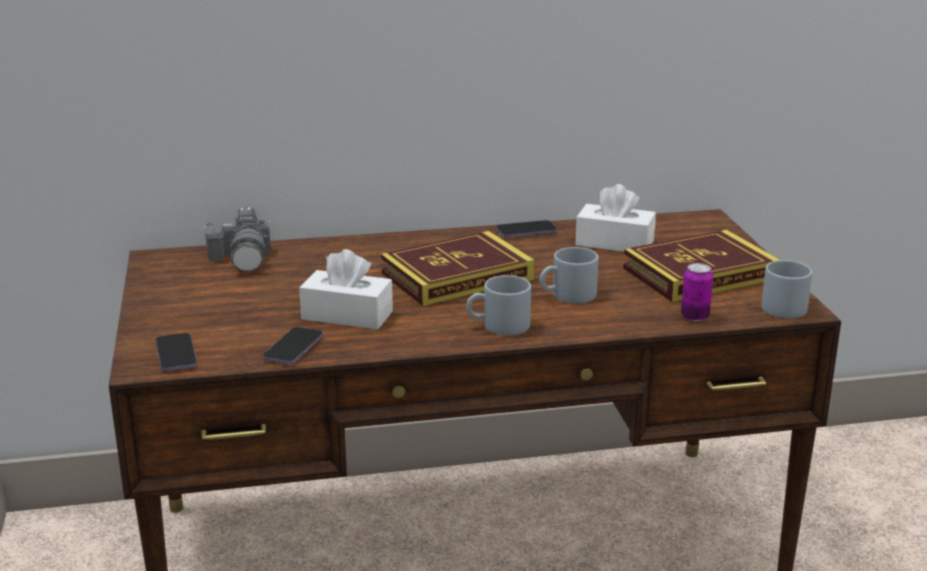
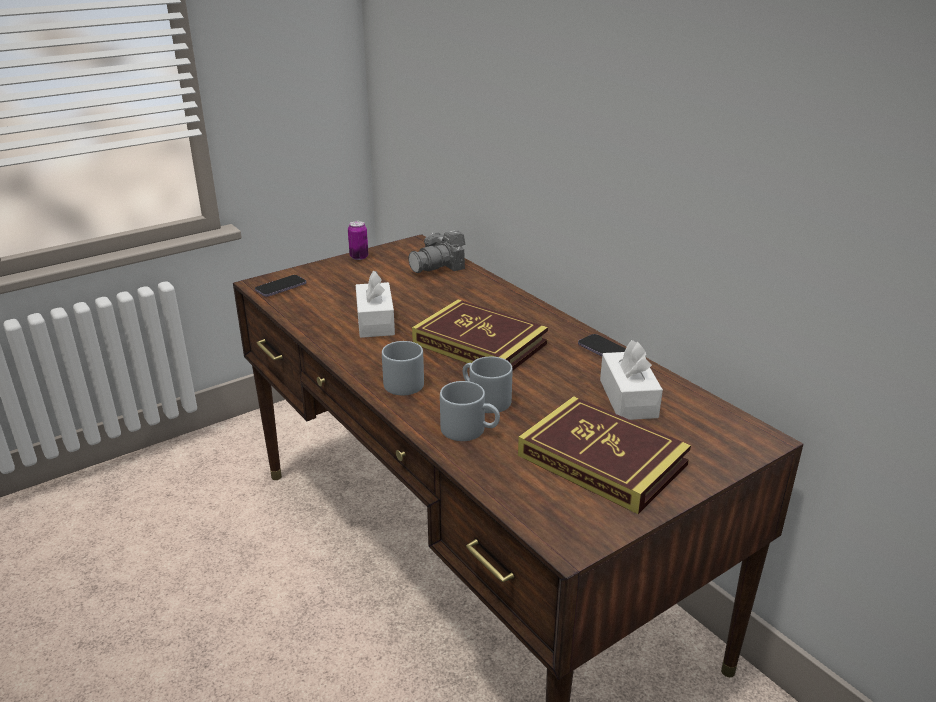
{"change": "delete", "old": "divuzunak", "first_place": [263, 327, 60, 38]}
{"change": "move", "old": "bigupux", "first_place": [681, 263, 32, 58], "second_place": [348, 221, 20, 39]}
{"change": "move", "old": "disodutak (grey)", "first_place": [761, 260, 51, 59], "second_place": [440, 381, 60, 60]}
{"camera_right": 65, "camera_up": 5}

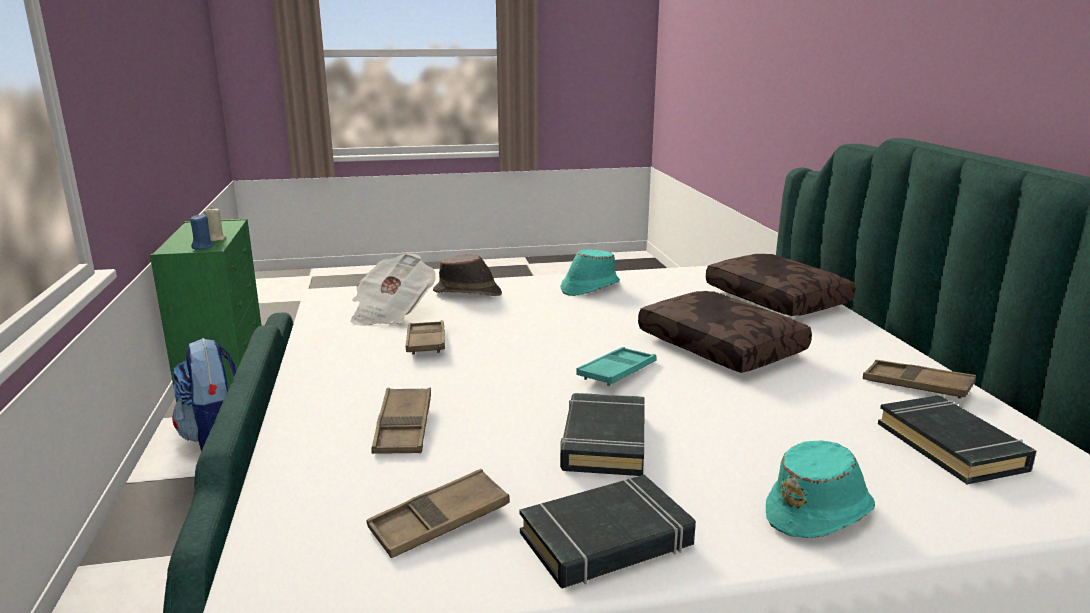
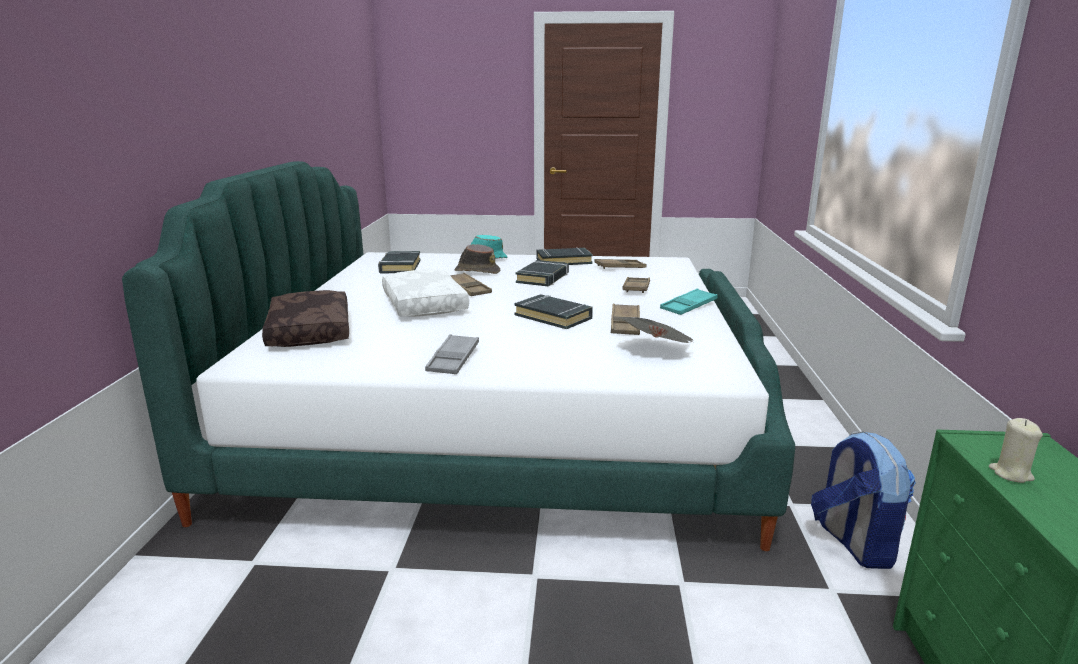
{"change": "delete", "old": "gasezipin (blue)", "first_place": [190, 215, 23, 34]}
{"change": "move", "old": "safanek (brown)", "first_place": [433, 254, 69, 42], "second_place": [454, 244, 46, 30]}
{"change": "replace", "old": "safanek (turquoise)", "new": "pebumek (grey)", "first_place": [560, 250, 60, 46], "second_place": [425, 334, 54, 40]}
{"change": "move", "old": "pebumek (turquoise)", "first_place": [576, 347, 80, 39], "second_place": [660, 288, 58, 27]}
{"change": "recolor", "old": "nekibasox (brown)", "new": "nekibasox (white)", "first_place": [638, 291, 174, 82], "second_place": [382, 269, 87, 48]}
{"change": "move", "old": "pebumek (brown)", "first_place": [863, 360, 113, 38], "second_place": [450, 273, 42, 23]}
{"change": "insert", "new": "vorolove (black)", "second_place": [514, 294, 79, 35]}
{"camera_right": -165, "camera_up": 0}

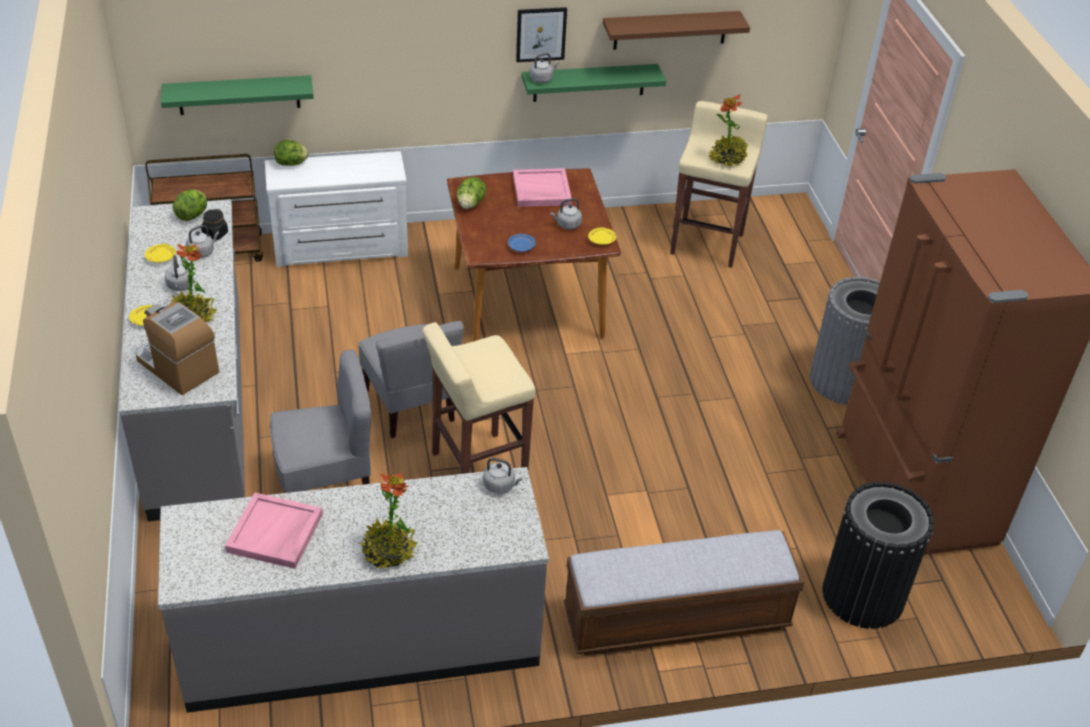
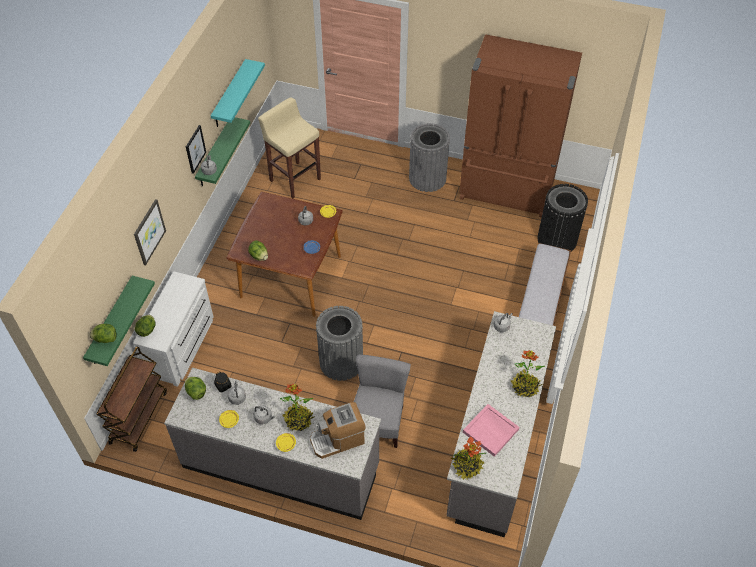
{"change": "replace", "old": "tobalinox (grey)", "new": "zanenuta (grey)", "first_place": [358, 321, 106, 117], "second_place": [316, 306, 47, 75]}
{"change": "delete", "old": "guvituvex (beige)", "first_place": [422, 322, 114, 152]}
{"change": "delete", "old": "pebumek (pink)", "first_place": [513, 168, 59, 39]}
{"change": "recolor", "old": "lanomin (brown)", "new": "lanomin (turquoise)", "first_place": [603, 11, 147, 39], "second_place": [211, 59, 54, 68]}
{"change": "move", "old": "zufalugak", "first_place": [709, 94, 39, 73], "second_place": [451, 436, 35, 44]}
{"change": "insert", "new": "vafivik", "second_place": [89, 324, 28, 19]}
{"change": "insert", "new": "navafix", "second_place": [134, 199, 32, 66]}
{"camera_right": -60, "camera_up": 10}

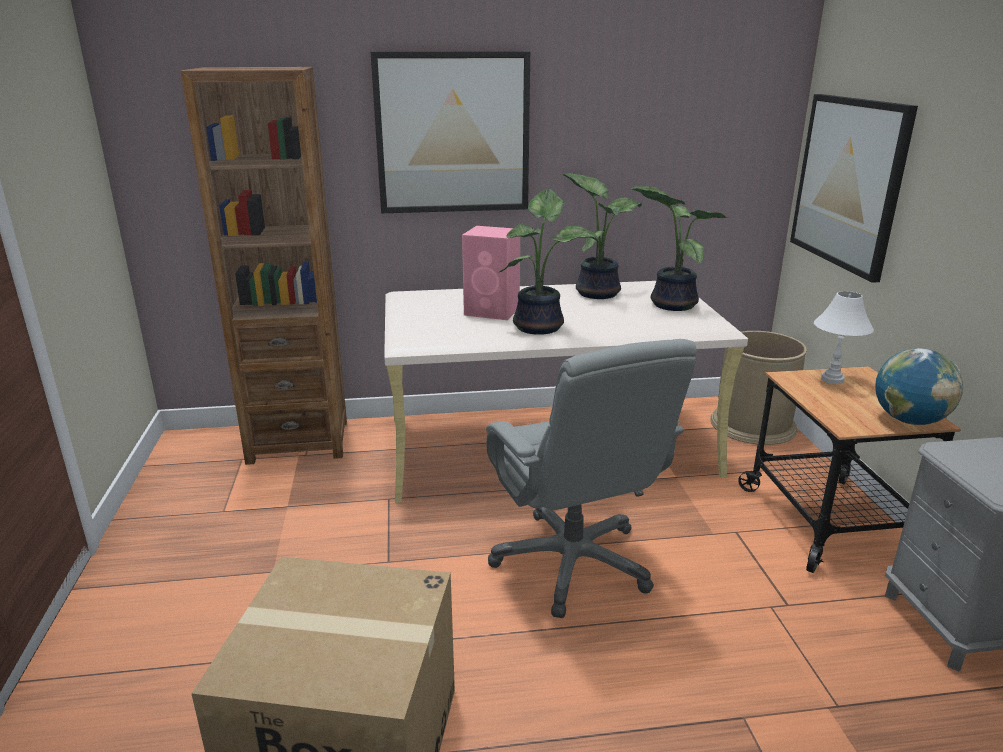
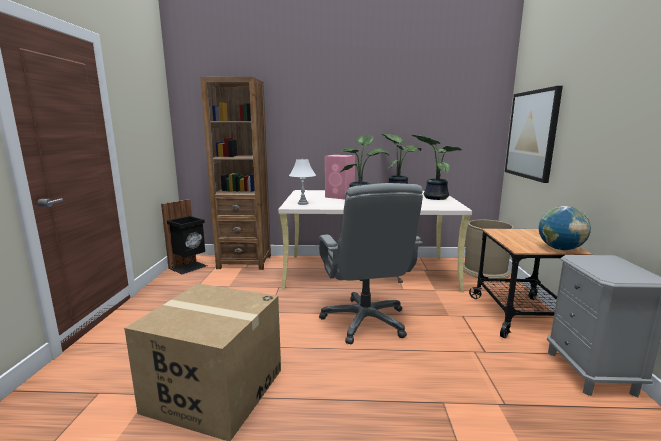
{"change": "delete", "old": "navafix", "first_place": [371, 51, 159, 162]}
{"change": "move", "old": "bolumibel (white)", "first_place": [814, 291, 60, 93], "second_place": [289, 159, 27, 46]}
{"change": "insert", "new": "zanenuta (black)", "second_place": [161, 199, 46, 75]}
{"camera_right": 10, "camera_up": -10}

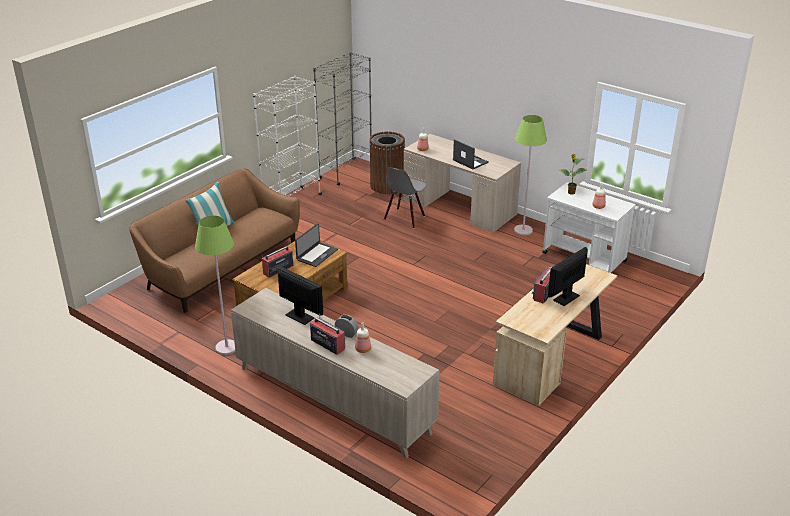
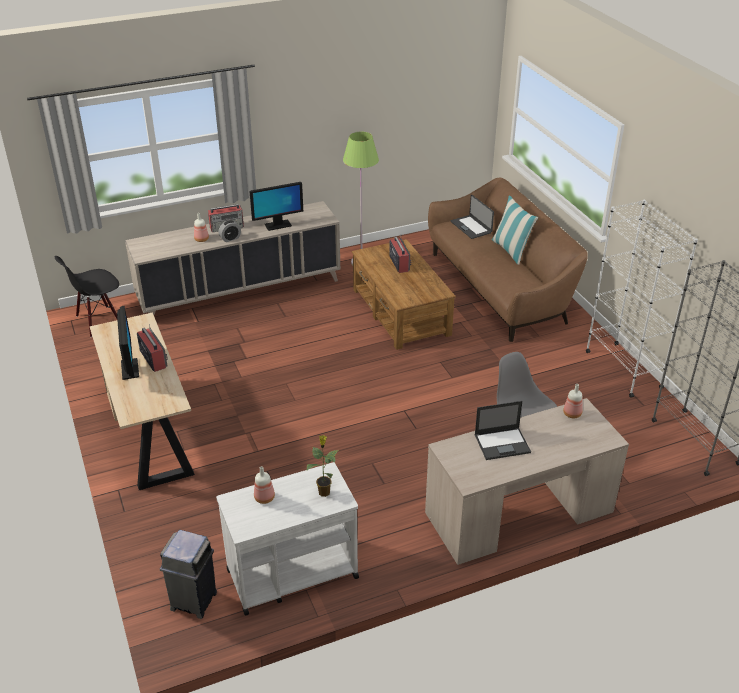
{"change": "move", "old": "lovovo", "first_place": [295, 223, 43, 44], "second_place": [450, 195, 44, 44]}
{"change": "delete", "old": "zanenuta (brown)", "first_place": [369, 132, 36, 62]}
{"change": "delete", "old": "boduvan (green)", "first_place": [514, 115, 33, 120]}
{"change": "insert", "new": "tobalinox (black)", "second_place": [55, 256, 64, 81]}
{"change": "insert", "new": "zanenuta (grey)", "second_place": [160, 530, 57, 89]}
{"camera_right": 120, "camera_up": 5}

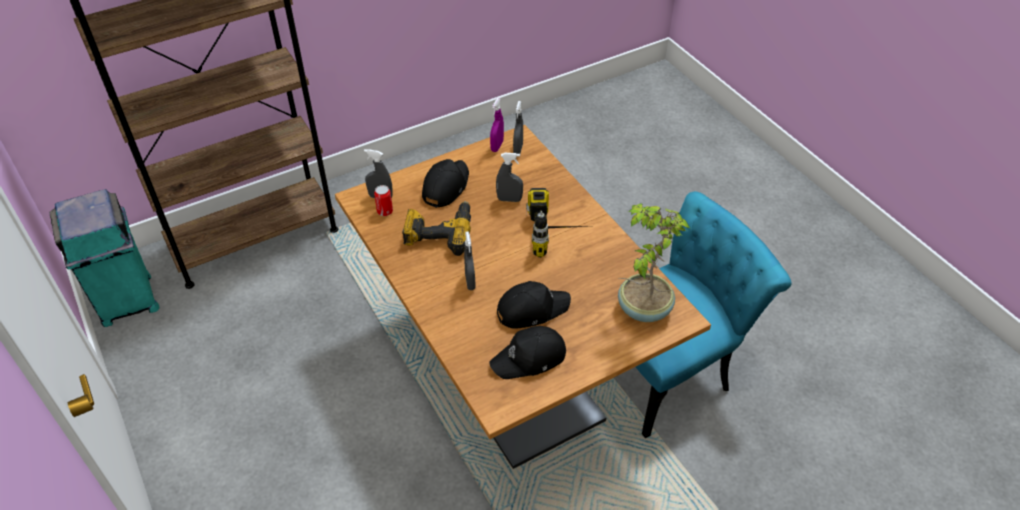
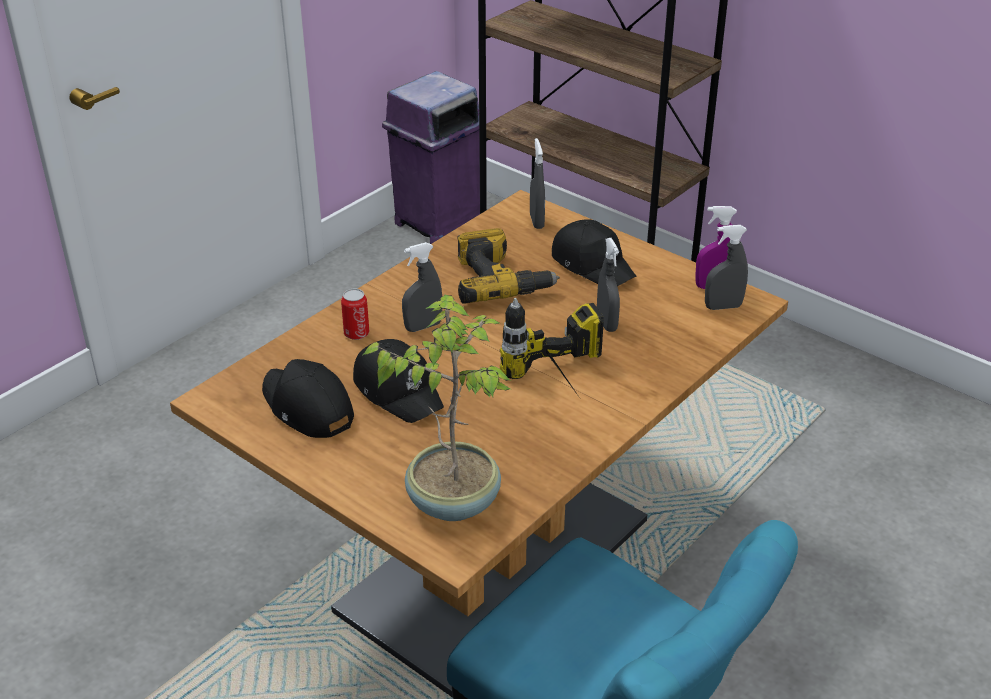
{"change": "recolor", "old": "zanenuta (turquoise)", "new": "zanenuta (purple)", "first_place": [50, 189, 110, 138], "second_place": [382, 71, 98, 173]}
{"change": "move", "old": "bigupux", "first_place": [374, 185, 19, 31], "second_place": [341, 289, 28, 51]}
{"change": "rotate", "old": "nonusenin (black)", "first_place": [422, 159, 47, 49], "second_place": [552, 219, 84, 67], "degrees": 45}
{"camera_right": 70, "camera_up": -10}

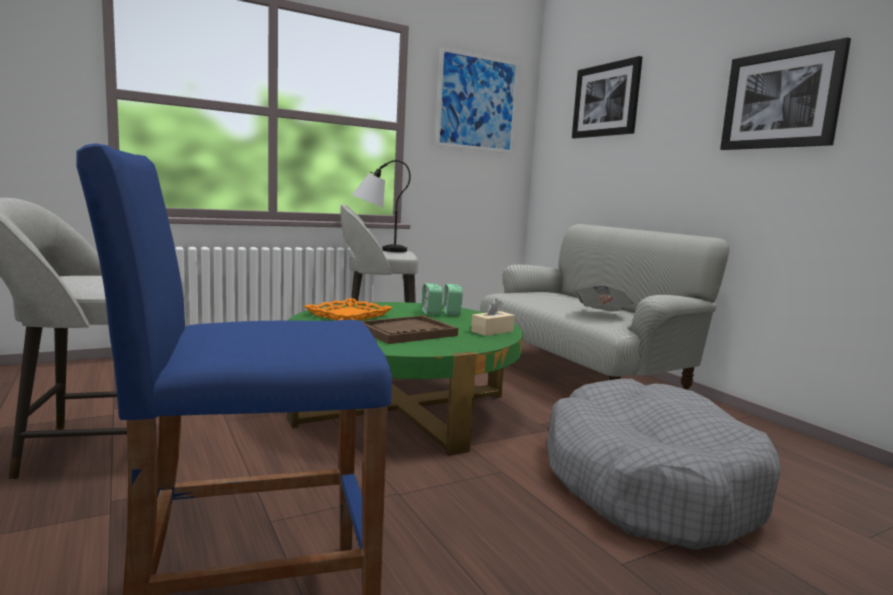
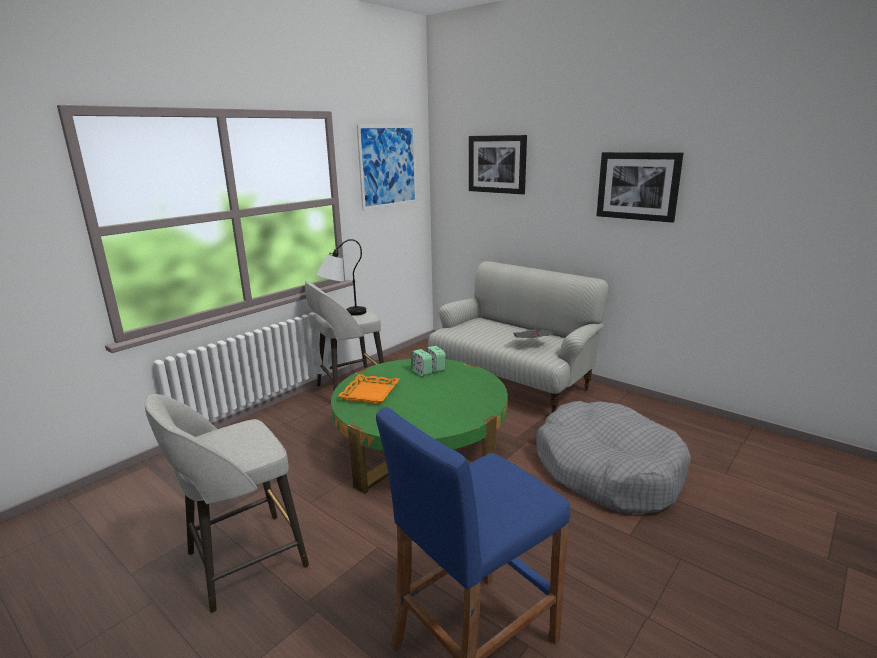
{"change": "delete", "old": "pebumek (brown)", "first_place": [361, 315, 97, 29]}
{"change": "delete", "old": "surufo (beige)", "first_place": [471, 299, 44, 37]}
{"camera_right": -20, "camera_up": 10}

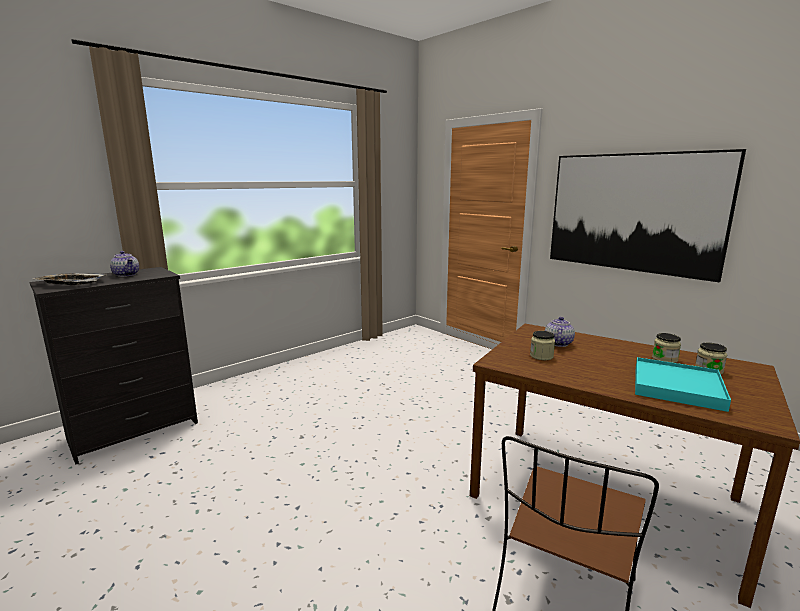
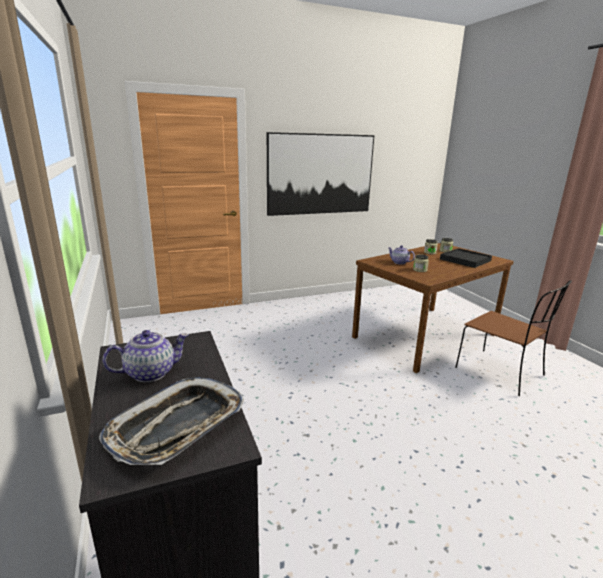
{"change": "recolor", "old": "pebumek (turquoise)", "new": "pebumek (black)", "first_place": [635, 357, 96, 55], "second_place": [440, 248, 52, 20]}
{"camera_right": -70, "camera_up": 5}

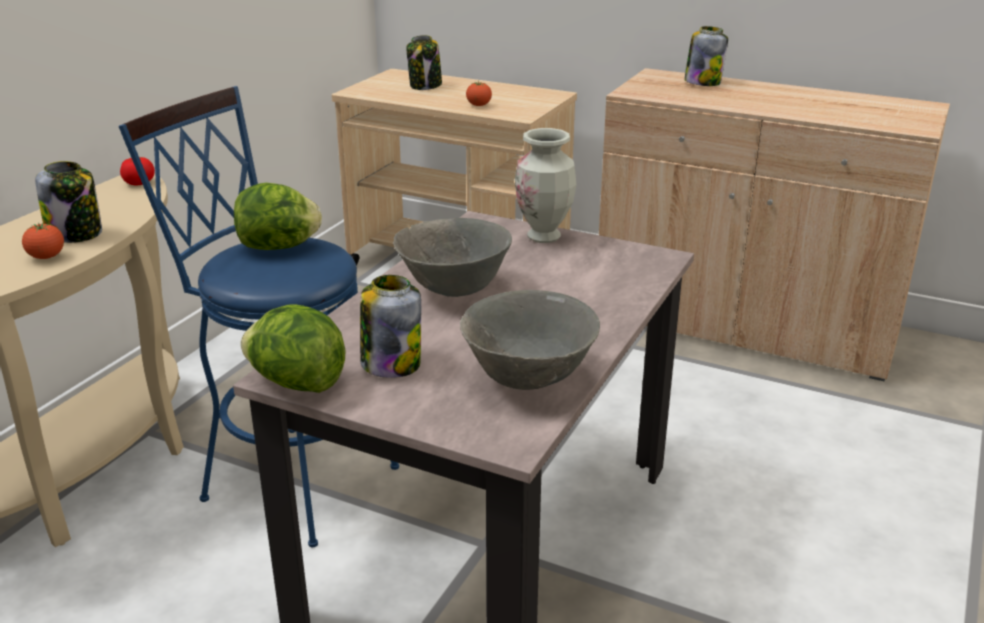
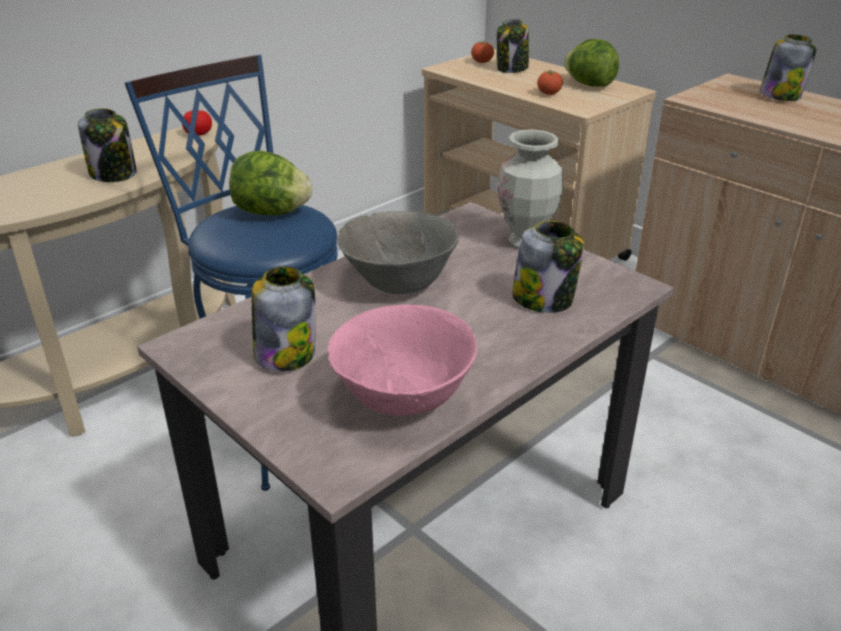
{"change": "move", "old": "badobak", "first_place": [22, 223, 42, 36], "second_place": [471, 41, 23, 22]}
{"change": "move", "old": "vafivik", "first_place": [241, 304, 105, 89], "second_place": [564, 39, 55, 48]}
{"change": "recolor", "old": "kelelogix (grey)", "new": "kelelogix (pink)", "first_place": [460, 290, 140, 100], "second_place": [327, 304, 150, 112]}
{"change": "insert", "new": "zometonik", "second_place": [512, 221, 72, 92]}
{"camera_right": 20, "camera_up": 5}

